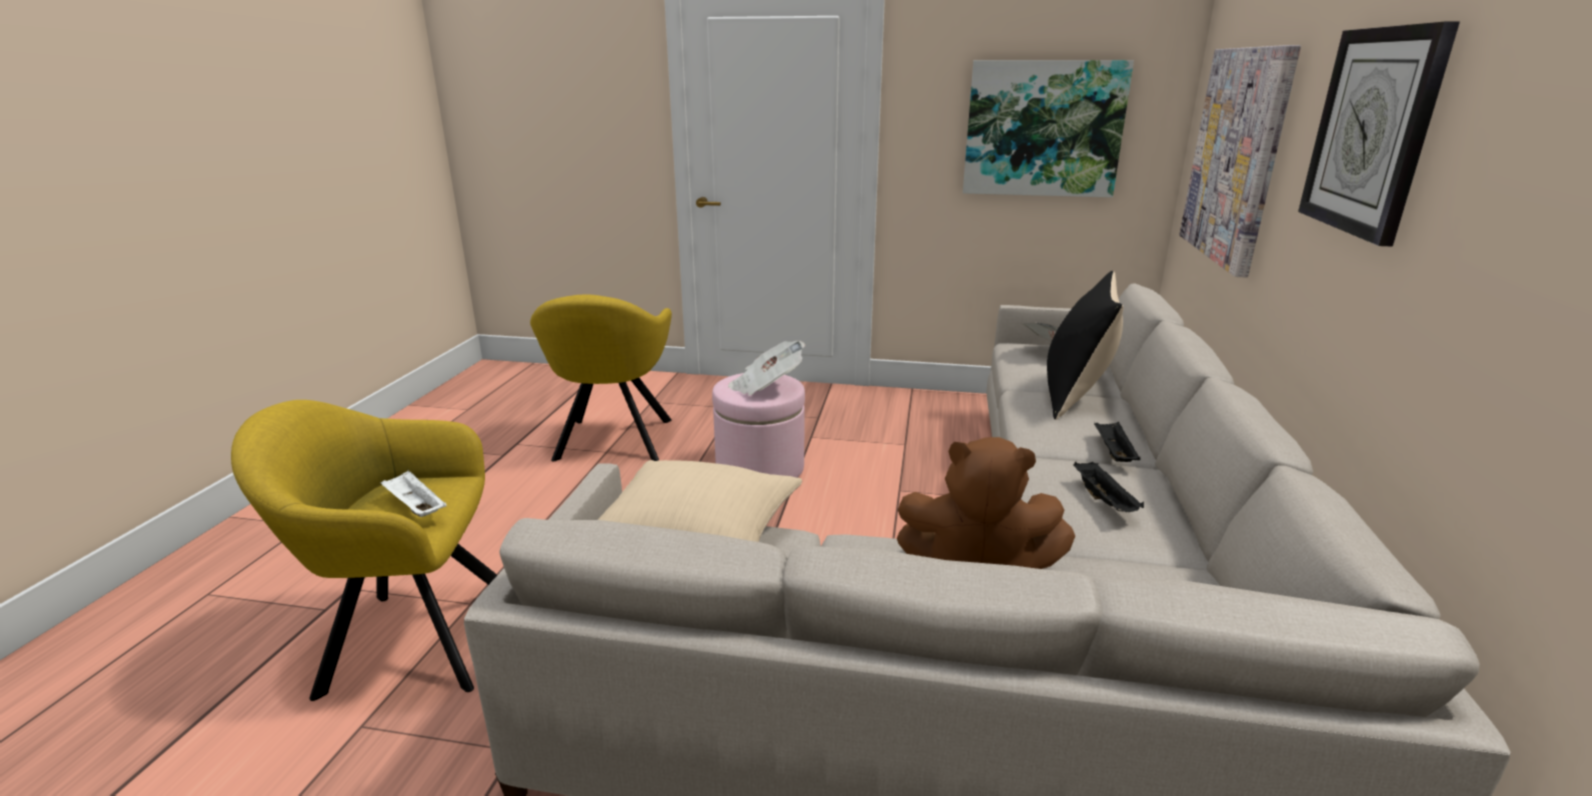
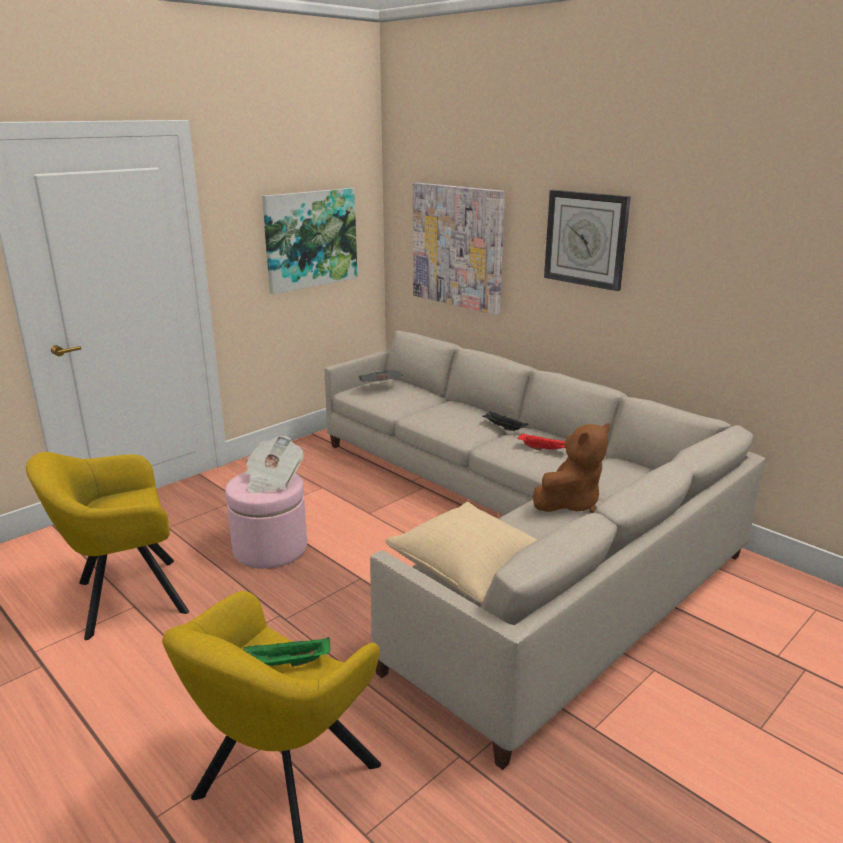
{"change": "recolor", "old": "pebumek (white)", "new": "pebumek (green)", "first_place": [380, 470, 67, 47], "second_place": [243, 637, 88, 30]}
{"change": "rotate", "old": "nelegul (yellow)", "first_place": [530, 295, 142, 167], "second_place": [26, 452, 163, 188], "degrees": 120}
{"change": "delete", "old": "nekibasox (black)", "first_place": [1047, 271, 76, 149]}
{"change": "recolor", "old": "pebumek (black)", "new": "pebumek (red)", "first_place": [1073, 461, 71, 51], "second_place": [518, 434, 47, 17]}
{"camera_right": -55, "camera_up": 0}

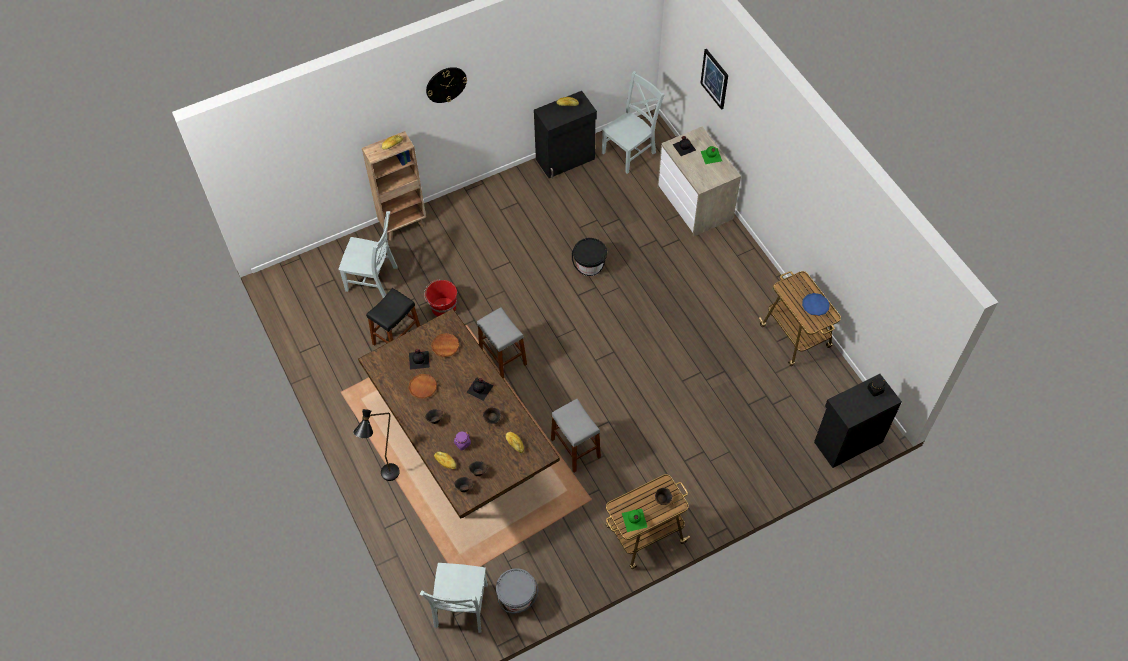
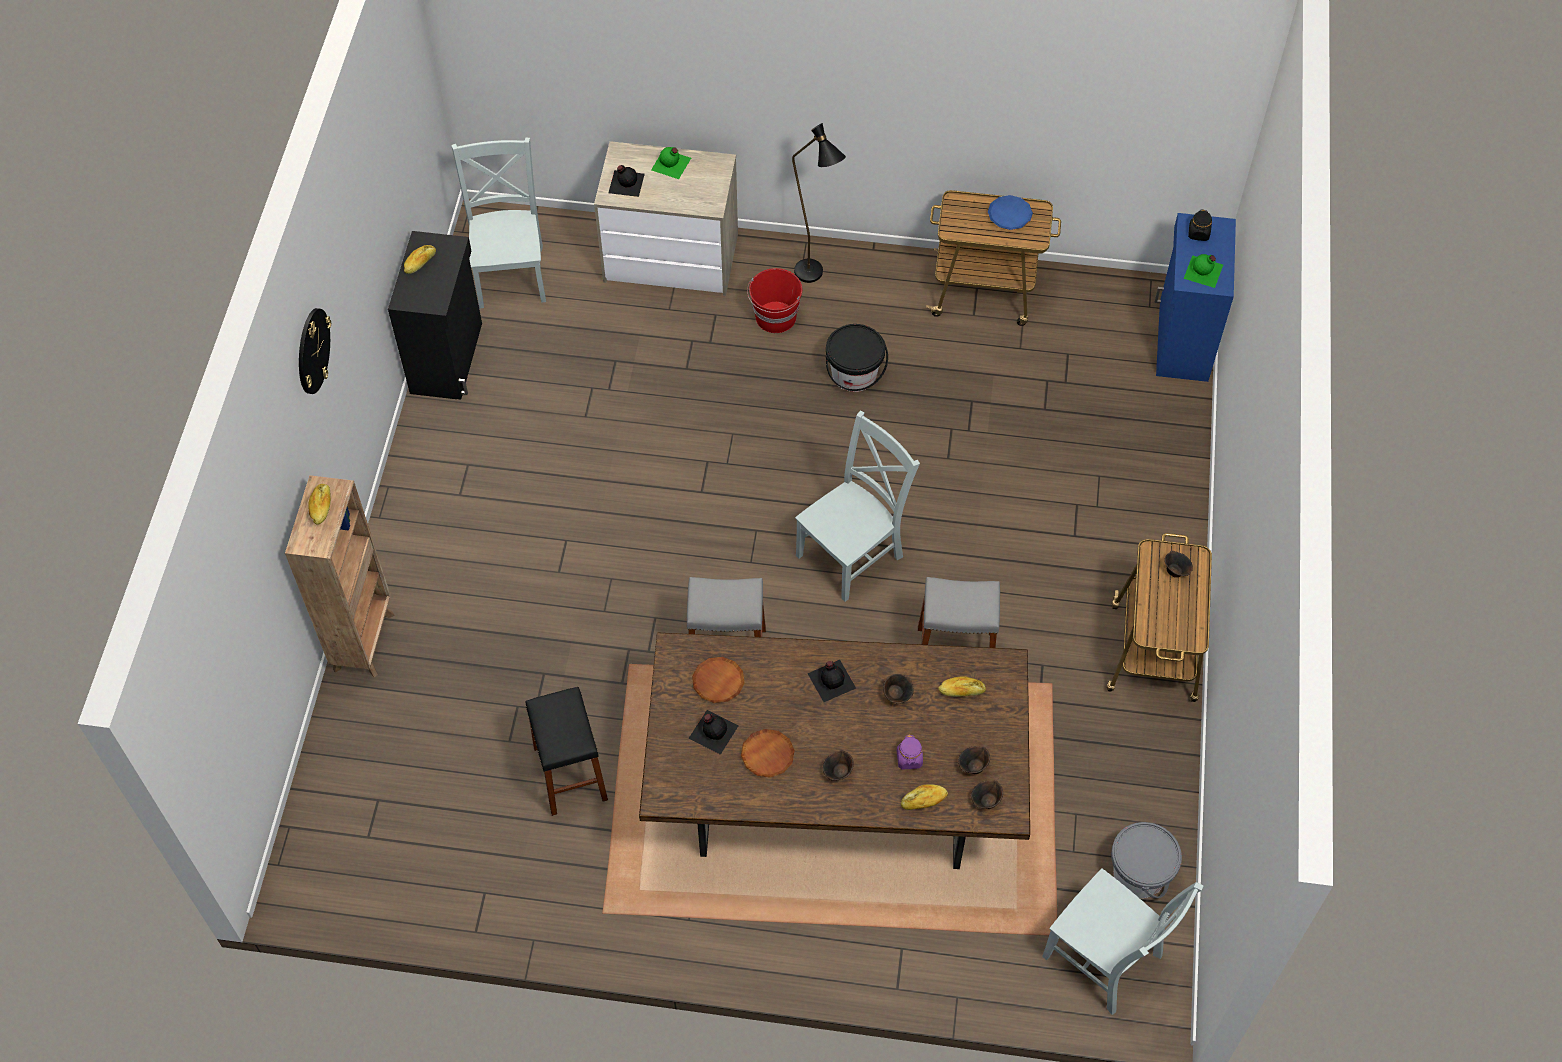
{"change": "move", "old": "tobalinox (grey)", "first_place": [338, 211, 60, 87], "second_place": [795, 411, 125, 191]}
{"change": "move", "old": "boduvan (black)", "first_place": [353, 409, 47, 72], "second_place": [792, 123, 54, 160]}
{"change": "move", "old": "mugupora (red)", "first_place": [424, 279, 33, 38], "second_place": [747, 268, 55, 65]}
{"change": "move", "old": "mugupora (black)", "first_place": [572, 238, 35, 38], "second_place": [826, 324, 62, 68]}
{"change": "move", "old": "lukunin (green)", "first_place": [622, 508, 25, 24], "second_place": [1184, 254, 39, 34]}
{"change": "delete", "old": "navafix", "first_place": [700, 49, 28, 61]}
{"change": "recolor", "old": "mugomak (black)", "new": "mugomak (blue)", "first_place": [814, 374, 88, 94], "second_place": [1154, 213, 82, 169]}
{"camera_right": -55, "camera_up": 0}

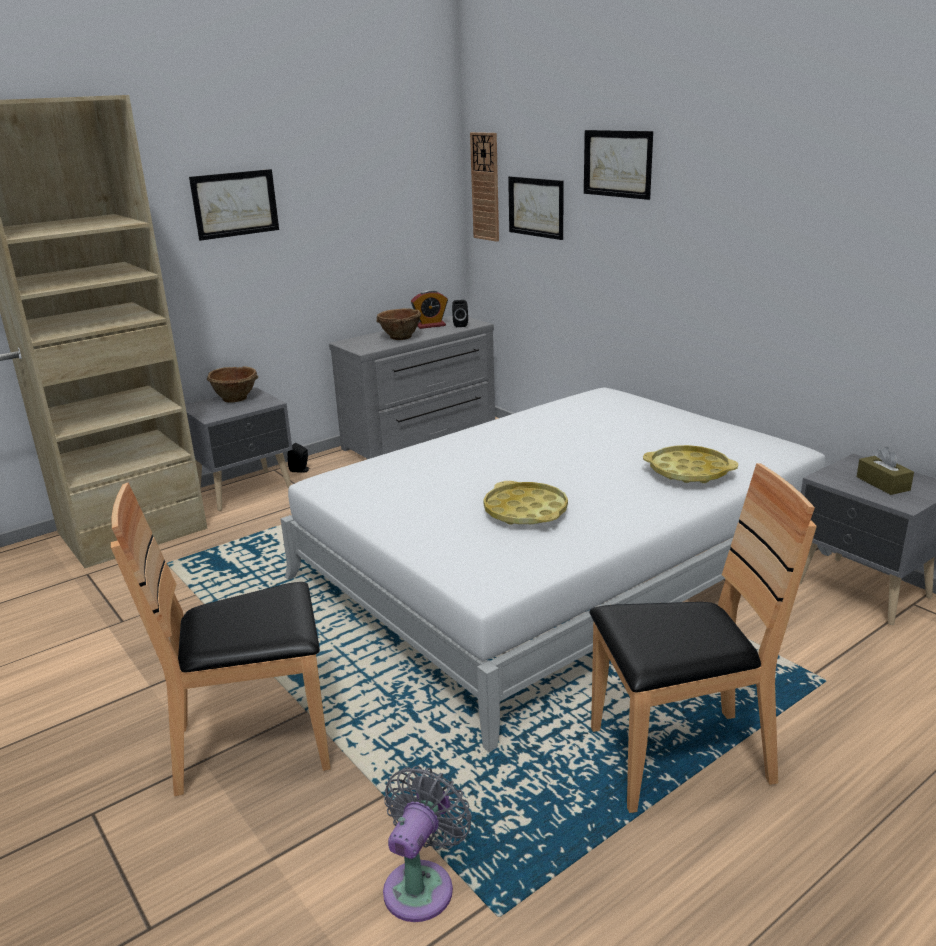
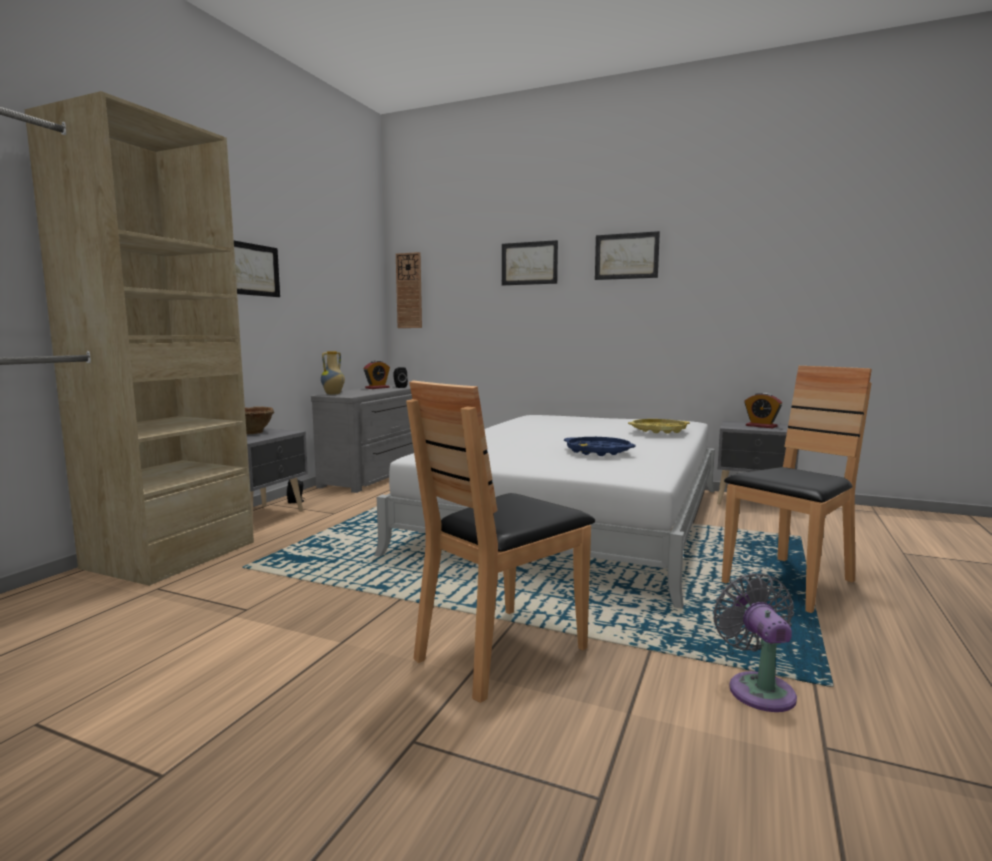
{"change": "delete", "old": "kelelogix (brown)", "first_place": [376, 308, 45, 32]}
{"change": "recolor", "old": "pebumek (yellow)", "new": "pebumek (blue)", "first_place": [483, 481, 85, 44], "second_place": [564, 437, 72, 19]}
{"change": "move", "old": "navafix", "first_place": [508, 176, 56, 64], "second_place": [595, 231, 65, 49]}
{"change": "replace", "old": "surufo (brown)", "new": "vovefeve", "first_place": [857, 447, 57, 48], "second_place": [744, 393, 38, 36]}
{"change": "insert", "new": "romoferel", "second_place": [321, 351, 24, 43]}
{"camera_right": -30, "camera_up": -15}

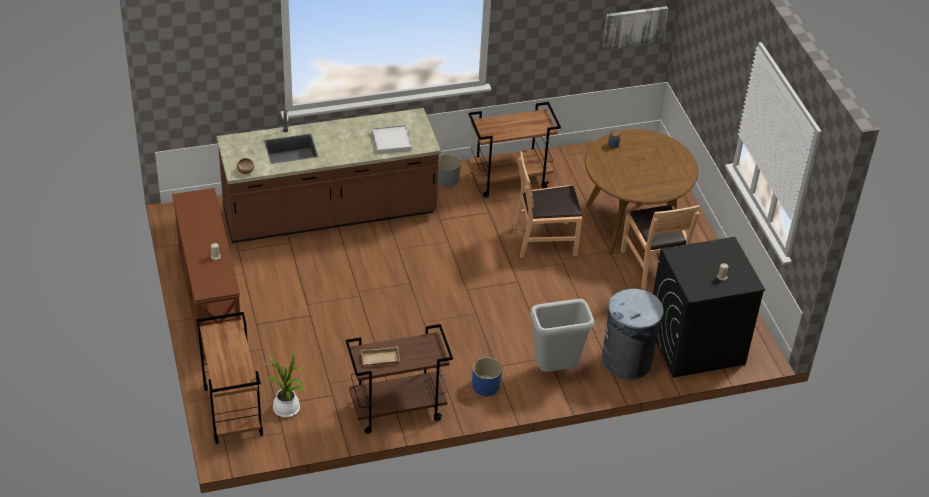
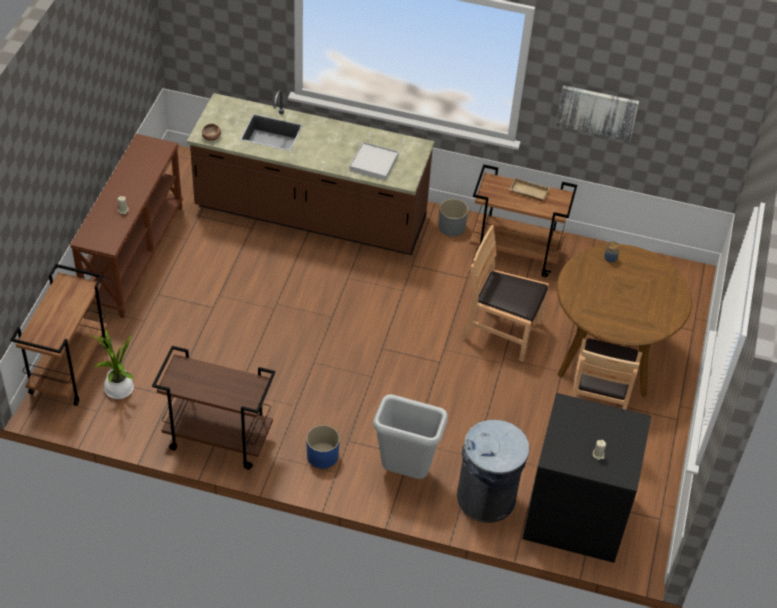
{"change": "move", "old": "pebumek (beige)", "first_place": [361, 346, 39, 19], "second_place": [509, 178, 41, 23]}
{"change": "move", "old": "navafix", "first_place": [602, 6, 66, 44], "second_place": [556, 85, 84, 56]}
{"camera_right": 30, "camera_up": 5}

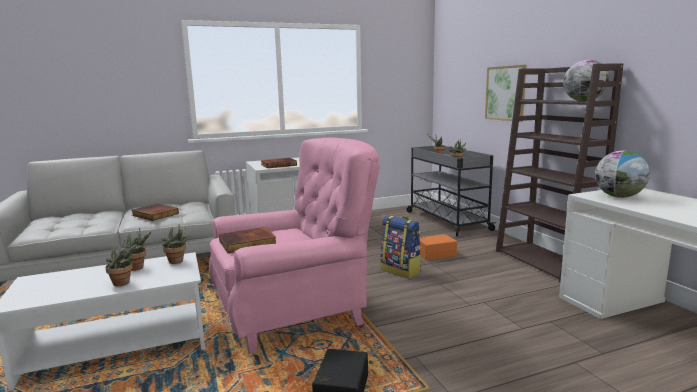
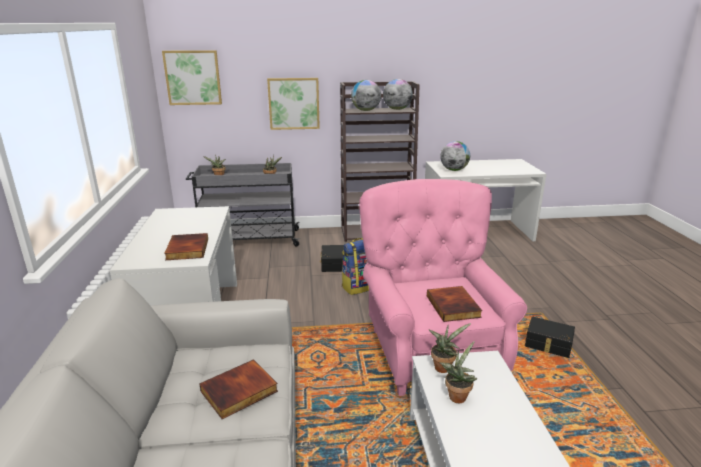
{"change": "delete", "old": "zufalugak", "first_place": [105, 240, 32, 46]}
{"change": "recolor", "old": "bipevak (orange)", "new": "bipevak (black)", "first_place": [420, 234, 37, 26], "second_place": [320, 245, 24, 27]}
{"change": "insert", "new": "navafix", "second_place": [162, 50, 60, 55]}
{"change": "insert", "new": "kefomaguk", "second_place": [351, 80, 30, 31]}
{"camera_right": -75, "camera_up": 10}

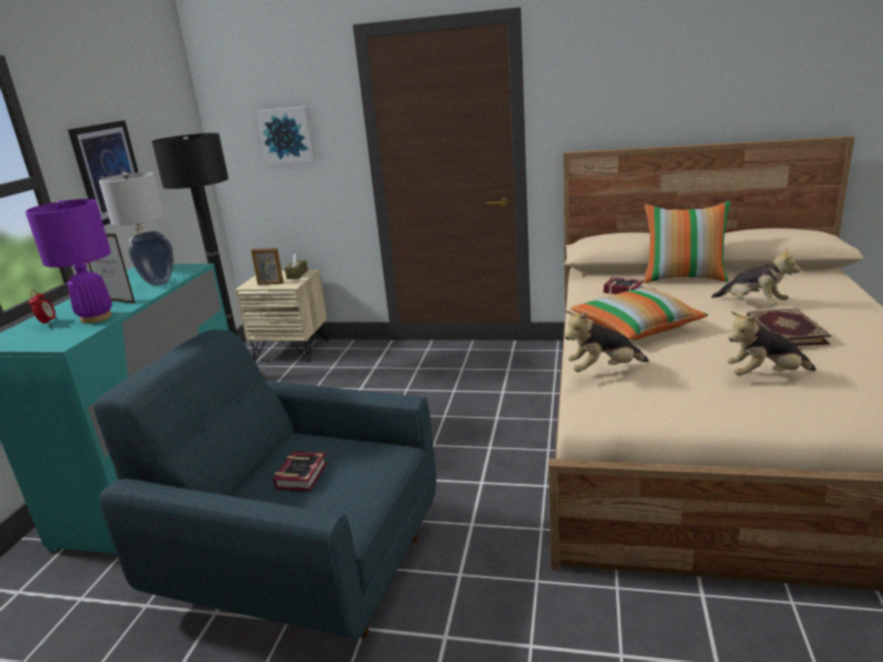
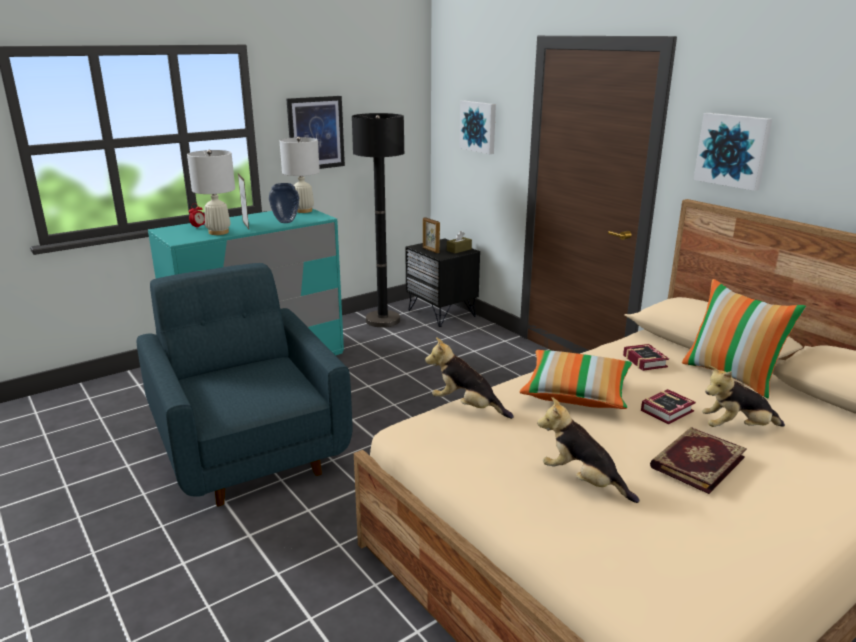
{"change": "recolor", "old": "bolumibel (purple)", "new": "bolumibel (white)", "first_place": [25, 199, 87, 124], "second_place": [187, 150, 48, 85]}
{"change": "recolor", "old": "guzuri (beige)", "new": "guzuri (black)", "first_place": [235, 270, 93, 92], "second_place": [405, 239, 75, 88]}
{"change": "move", "old": "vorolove", "first_place": [273, 451, 55, 40], "second_place": [641, 389, 55, 35]}
{"change": "rotate", "old": "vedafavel", "first_place": [711, 248, 89, 57], "second_place": [702, 366, 83, 61], "degrees": 90}
{"change": "insert", "new": "navafix", "second_place": [694, 113, 78, 78]}
{"camera_right": 40, "camera_up": 0}

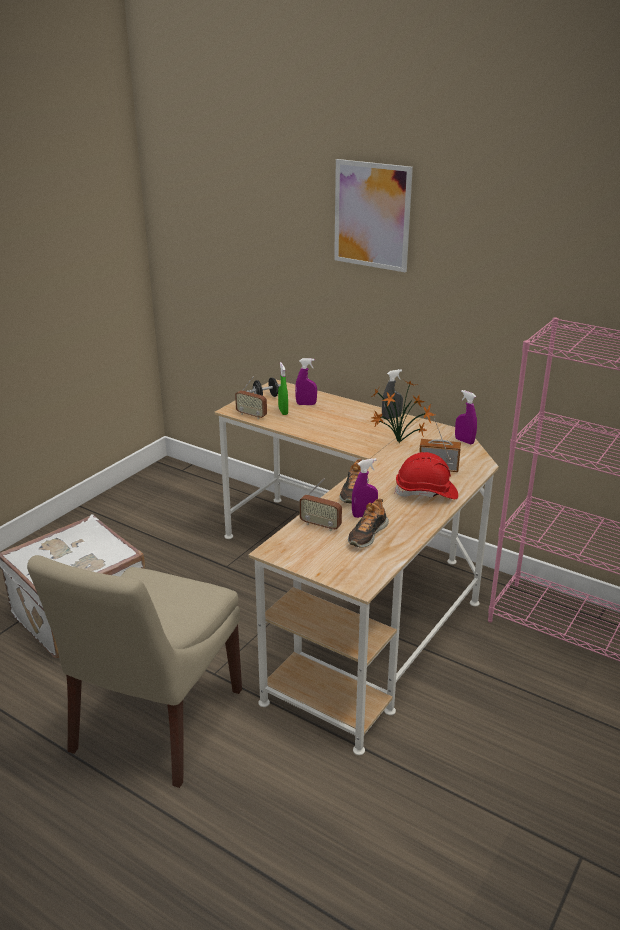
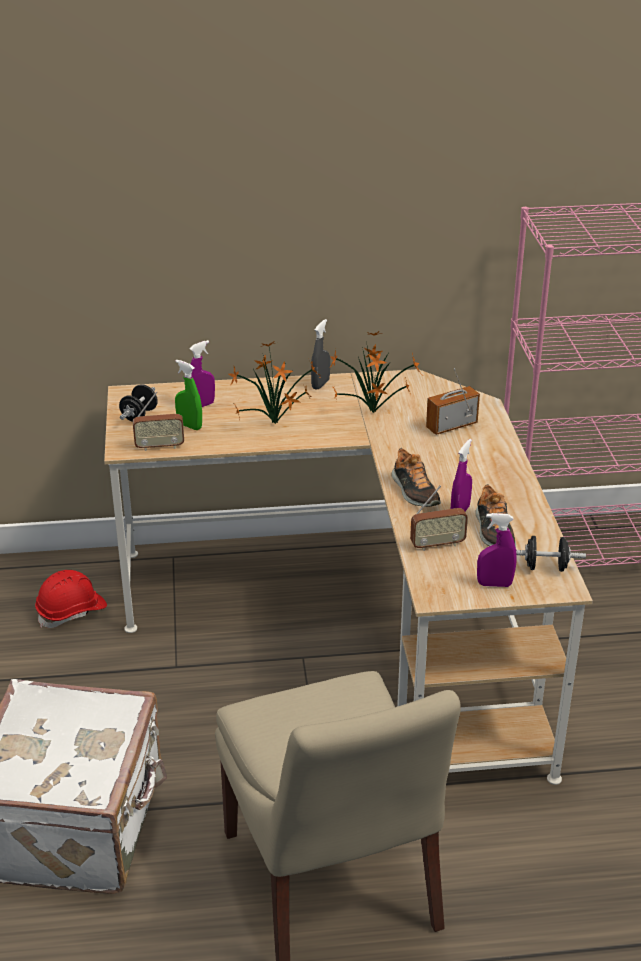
{"change": "delete", "old": "navafix", "first_place": [334, 159, 79, 113]}
{"change": "move", "old": "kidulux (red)", "first_place": [394, 452, 64, 47], "second_place": [35, 570, 72, 58]}
{"change": "move", "old": "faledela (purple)", "first_place": [455, 390, 22, 54], "second_place": [477, 513, 40, 74]}
{"change": "insert", "new": "zufalugak", "second_place": [229, 340, 93, 84]}
{"change": "insert", "new": "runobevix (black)", "second_place": [516, 536, 70, 36]}
{"camera_right": -40, "camera_up": 5}

